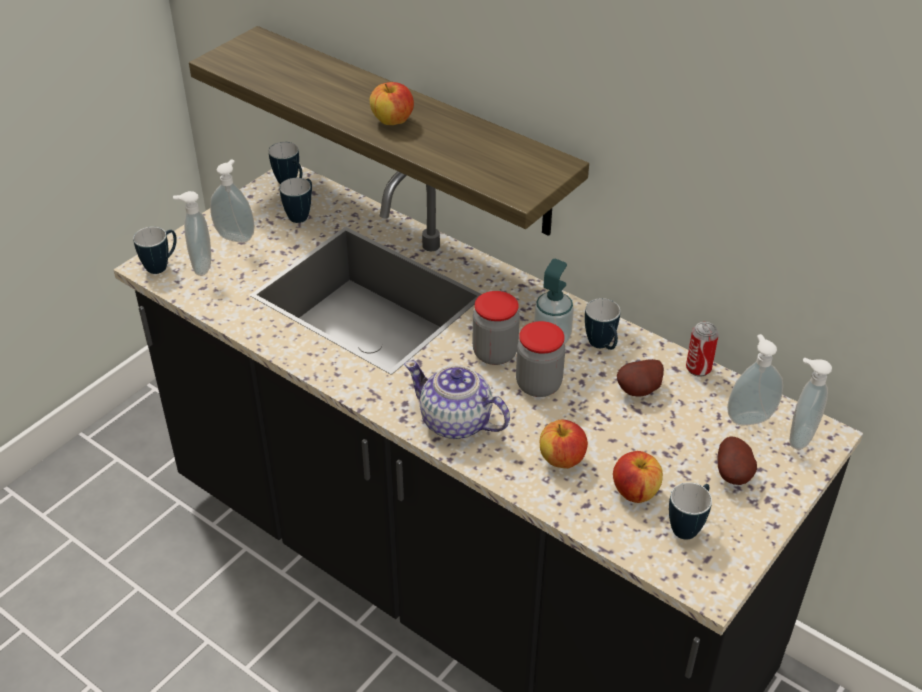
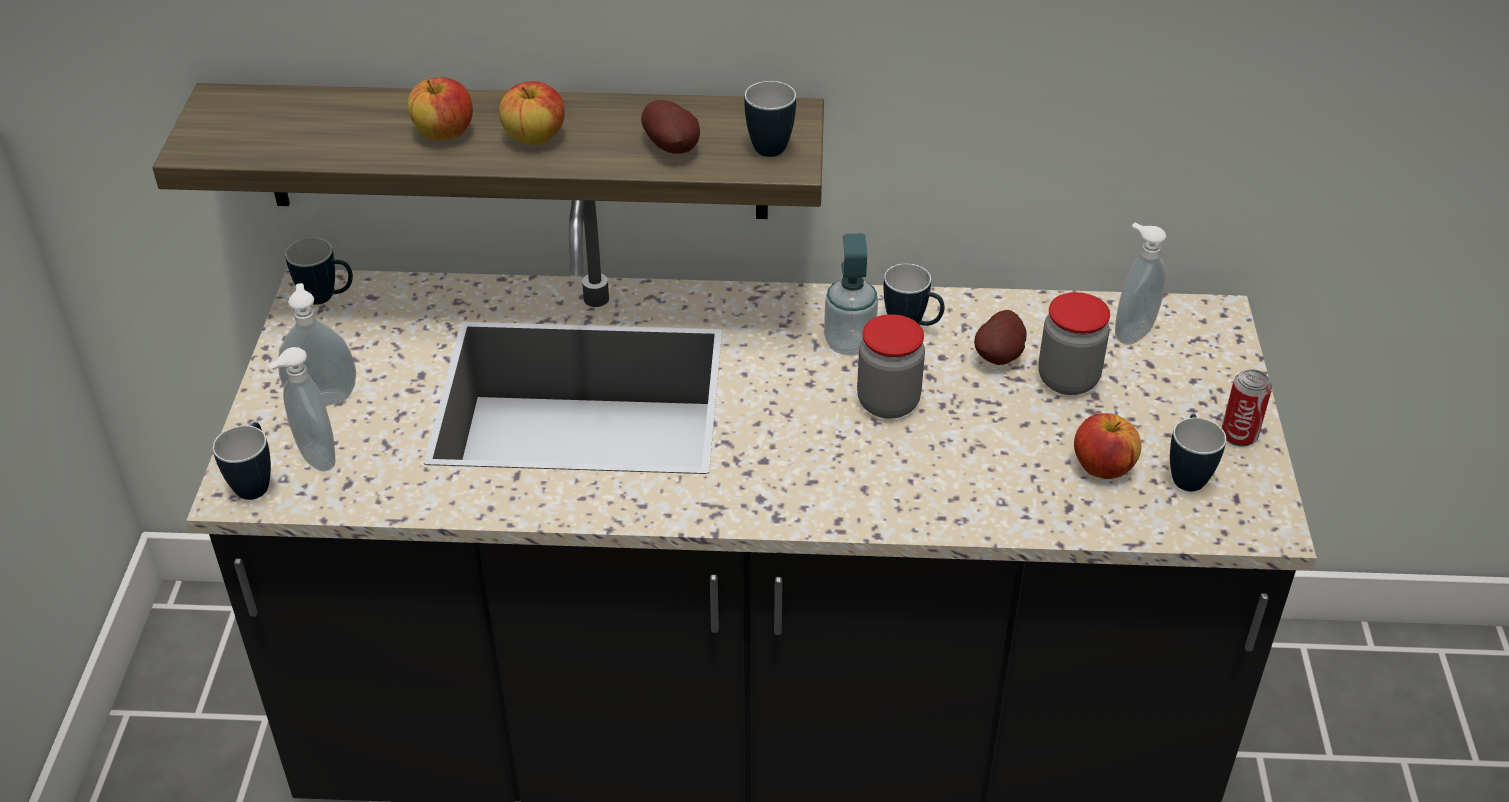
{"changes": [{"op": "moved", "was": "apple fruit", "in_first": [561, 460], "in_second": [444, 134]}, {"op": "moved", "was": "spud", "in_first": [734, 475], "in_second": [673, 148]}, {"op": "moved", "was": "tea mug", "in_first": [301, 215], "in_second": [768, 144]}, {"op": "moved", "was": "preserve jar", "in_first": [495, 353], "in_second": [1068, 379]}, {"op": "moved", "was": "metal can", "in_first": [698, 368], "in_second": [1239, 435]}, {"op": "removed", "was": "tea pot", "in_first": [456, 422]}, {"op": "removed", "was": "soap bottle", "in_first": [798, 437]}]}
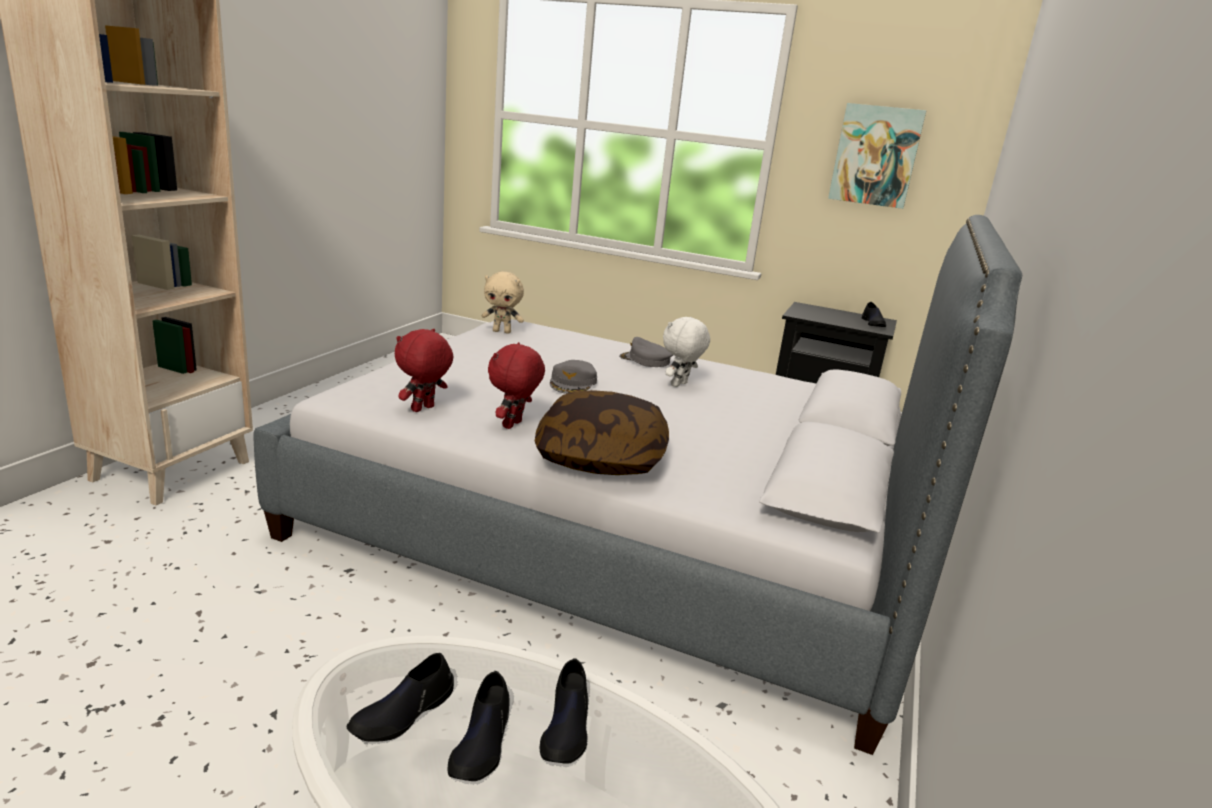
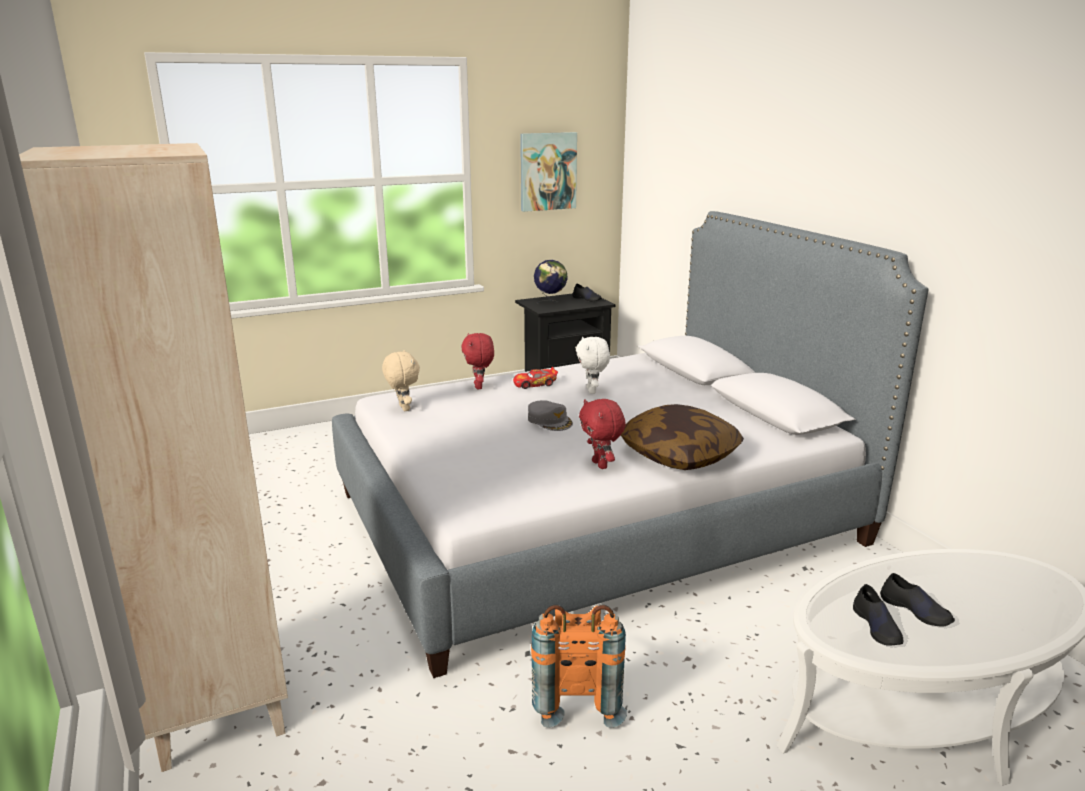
{"changes": [{"op": "turned", "was": "beige-coloured plush toy", "in_first": [502, 331], "in_second": [403, 408], "clockwise": -75}, {"op": "moved", "was": "reddish plush toy", "in_first": [423, 409], "in_second": [479, 386]}, {"op": "replaced", "was": "greyish cap", "now": "toy car", "in_first": [645, 360], "in_second": [535, 384]}, {"op": "added", "now": "orangey knapsack", "in_second": [575, 698]}, {"op": "added", "now": "world globe", "in_second": [550, 302]}, {"op": "removed", "was": "black-coloured item of footwear", "in_first": [566, 727]}]}
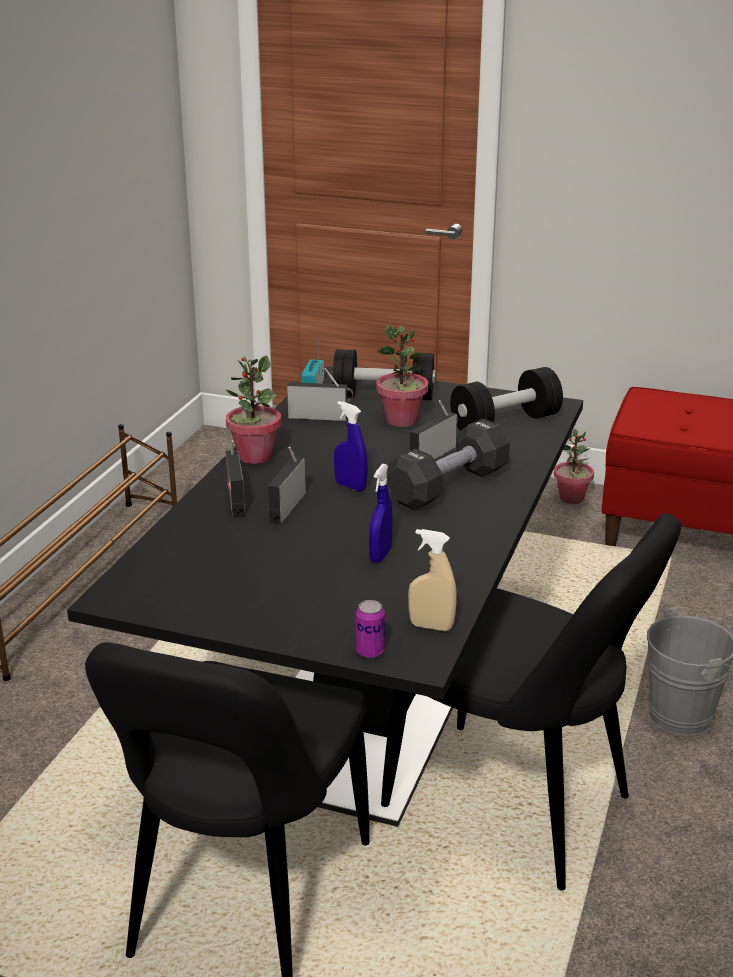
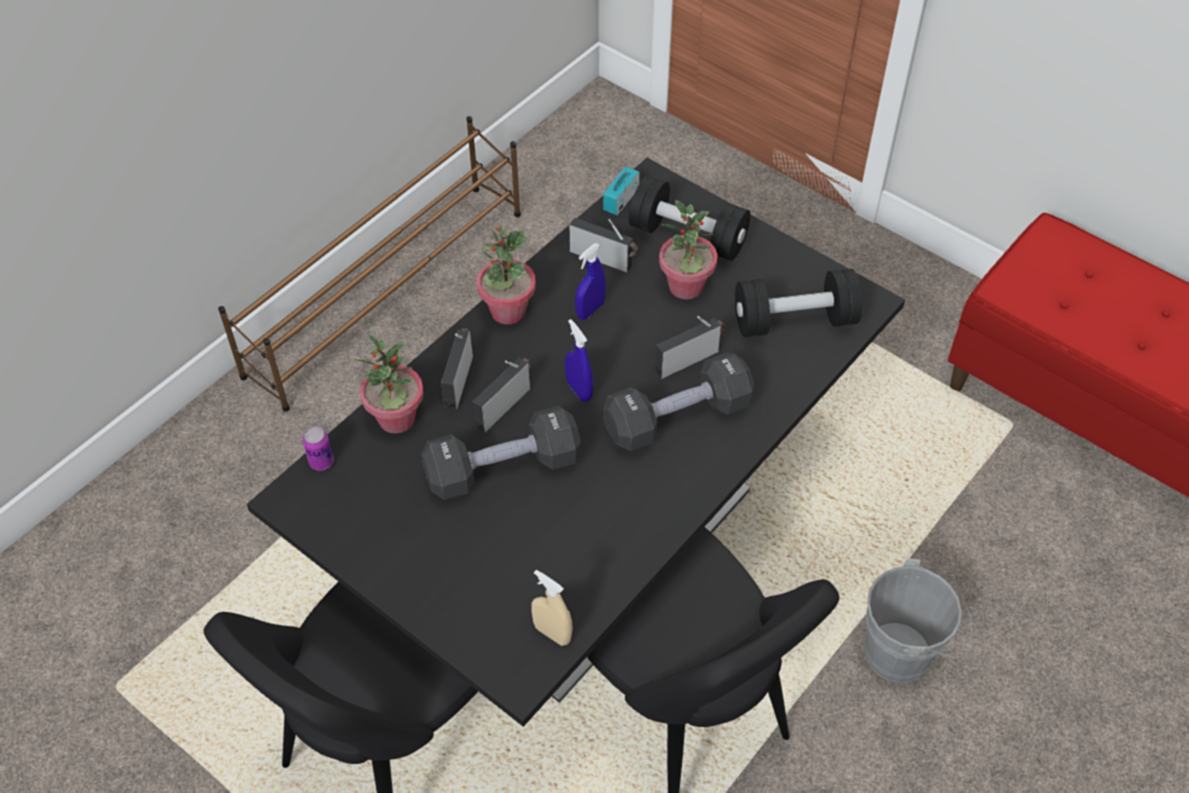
{"changes": [{"op": "moved", "was": "metal can", "in_first": [370, 651], "in_second": [321, 462]}, {"op": "moved", "was": "houseplant", "in_first": [571, 498], "in_second": [396, 419]}, {"op": "added", "now": "black-coloured hand weight", "in_second": [503, 468]}, {"op": "moved", "was": "blue-coloured sprayer", "in_first": [380, 555], "in_second": [590, 310]}]}
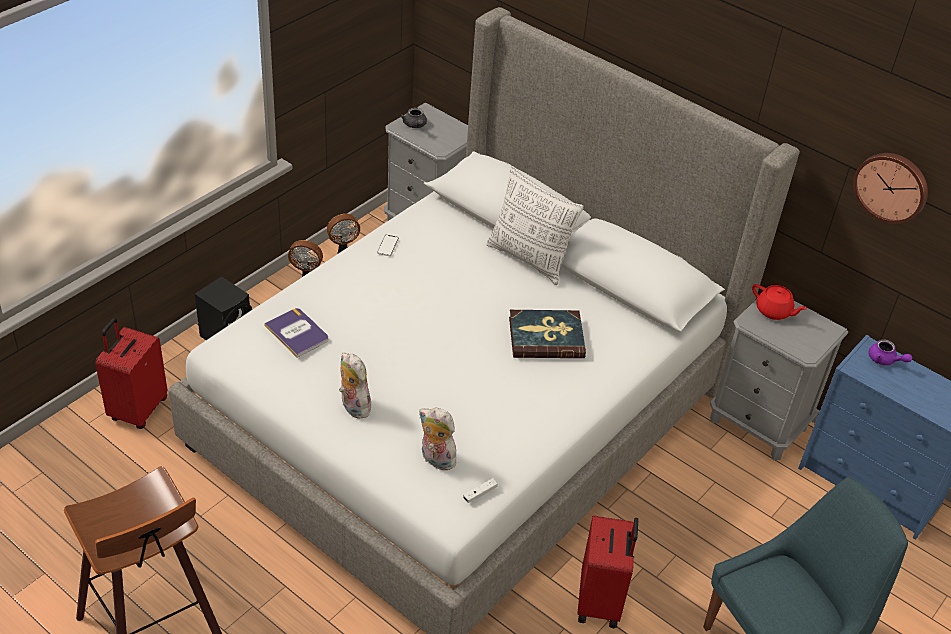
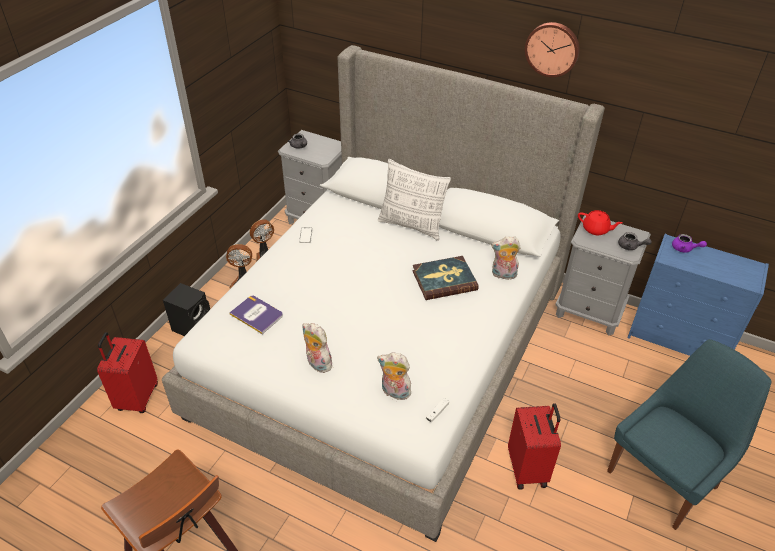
{"changes": [{"op": "added", "now": "plush toy", "in_second": [503, 275]}, {"op": "moved", "was": "wall clock", "in_first": [892, 186], "in_second": [552, 49]}, {"op": "added", "now": "greyish tea pot", "in_second": [631, 247]}]}
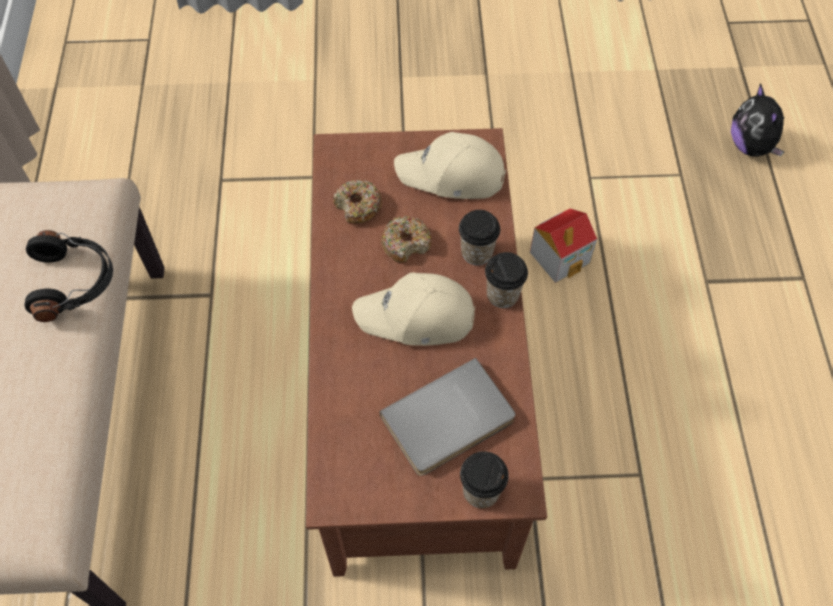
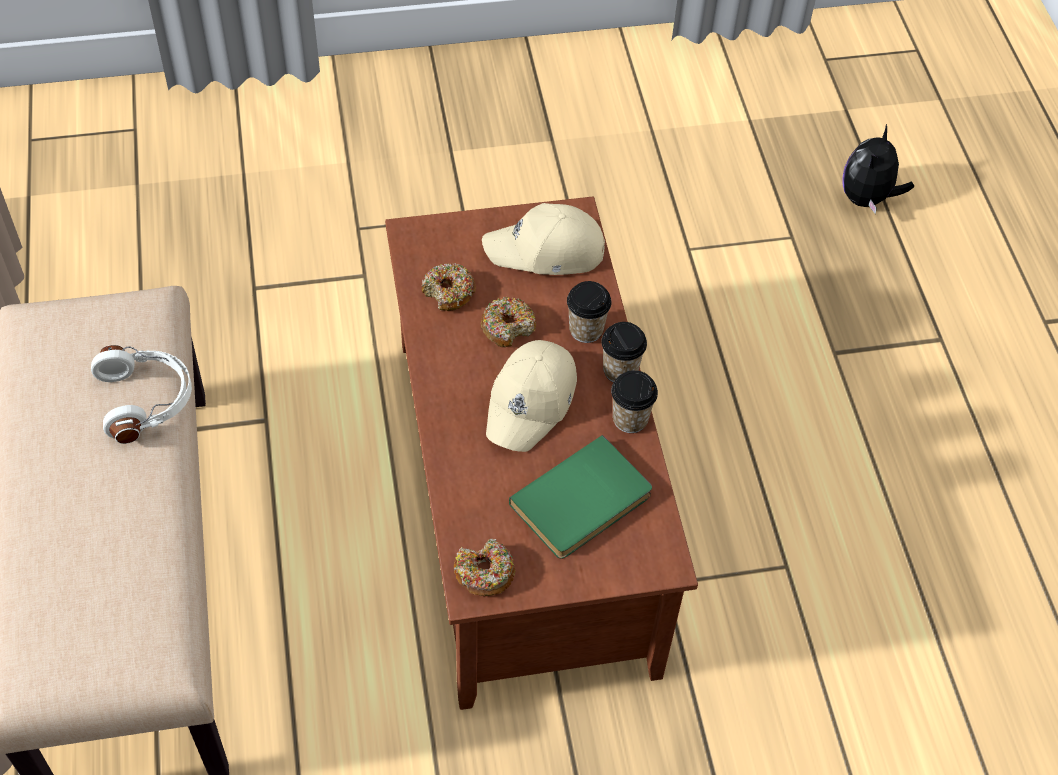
{"changes": [{"op": "recoloured", "was": "black-coloured headphones", "now": "whitish headphones", "in_first": [74, 282], "in_second": [147, 400]}, {"op": "added", "now": "doughnut", "in_second": [484, 573]}, {"op": "turned", "was": "beige-coloured cap", "in_first": [417, 317], "in_second": [532, 402], "clockwise": -60}, {"op": "recoloured", "was": "greyish volume", "now": "greenish volume", "in_first": [450, 422], "in_second": [584, 503]}, {"op": "moved", "was": "small cup", "in_first": [481, 491], "in_second": [630, 419]}, {"op": "turned", "was": "plush toy", "in_first": [751, 146], "in_second": [867, 198], "clockwise": 45}, {"op": "removed", "was": "miniature house", "in_first": [560, 257]}]}
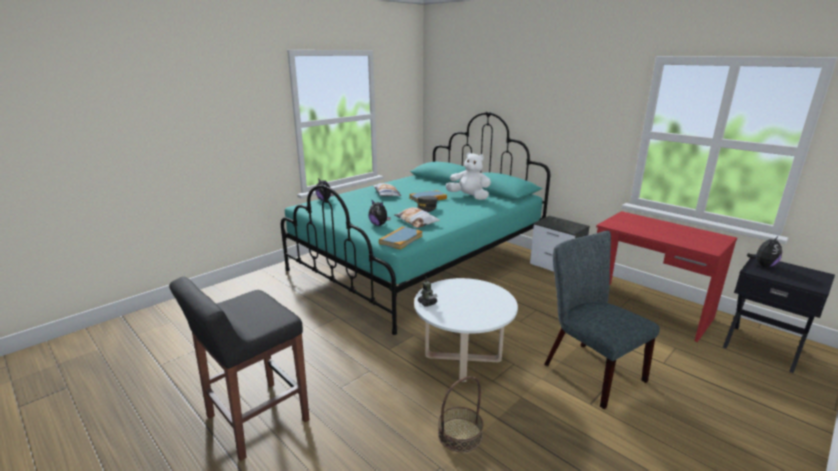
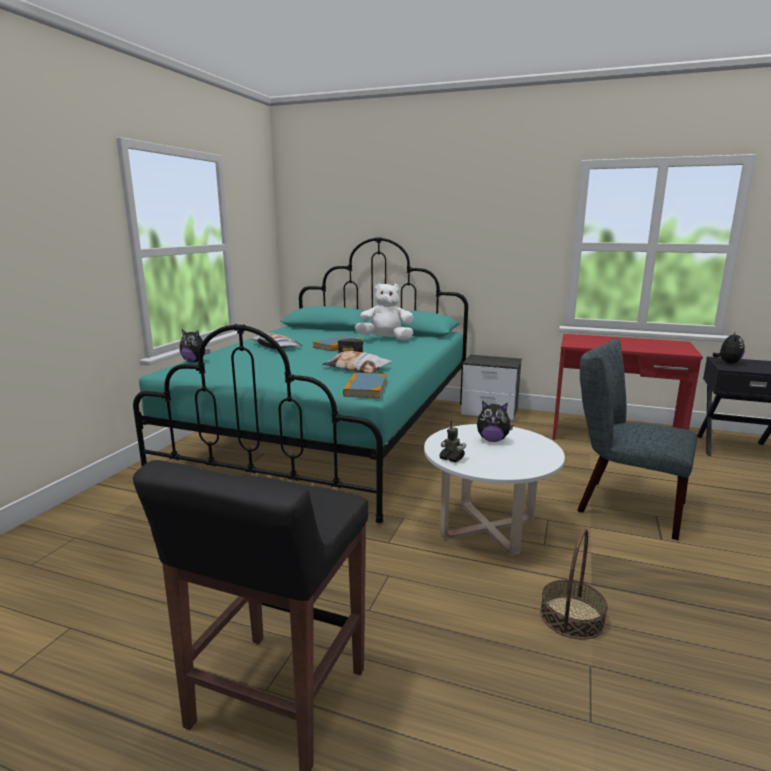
{"changes": [{"op": "moved", "was": "plush toy", "in_first": [379, 224], "in_second": [492, 440]}]}
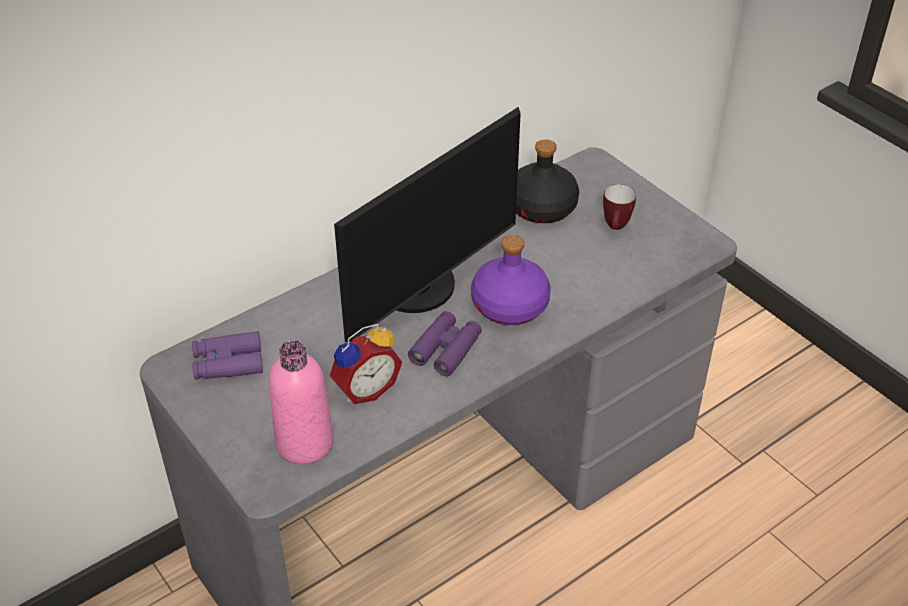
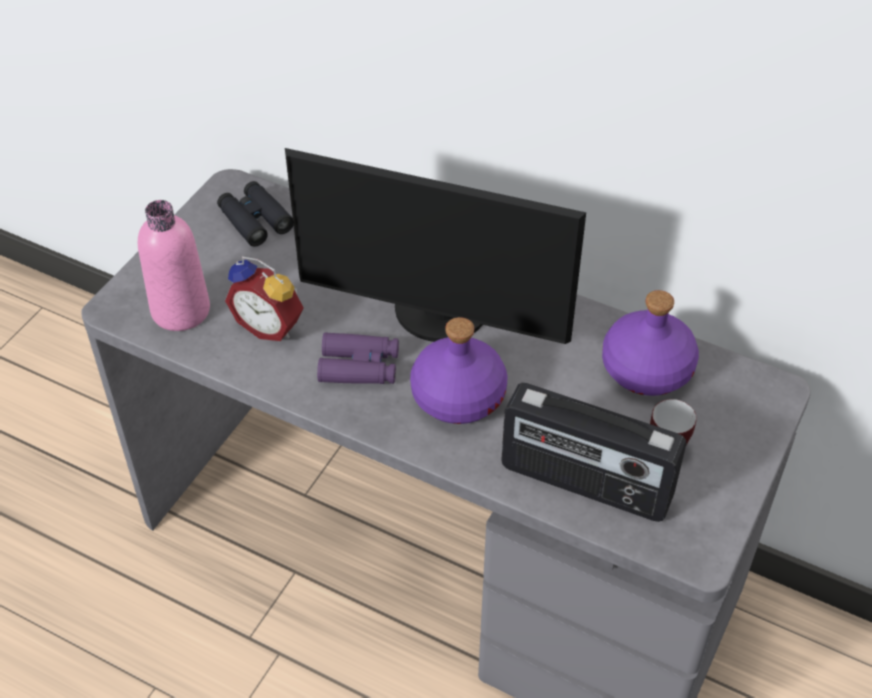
{"changes": [{"op": "recoloured", "was": "purplish binoculars", "now": "black-coloured binoculars", "in_first": [228, 363], "in_second": [255, 220]}, {"op": "added", "now": "radio receiver", "in_second": [585, 484]}, {"op": "recoloured", "was": "black-coloured bottle", "now": "purplish bottle", "in_first": [541, 208], "in_second": [645, 368]}]}
